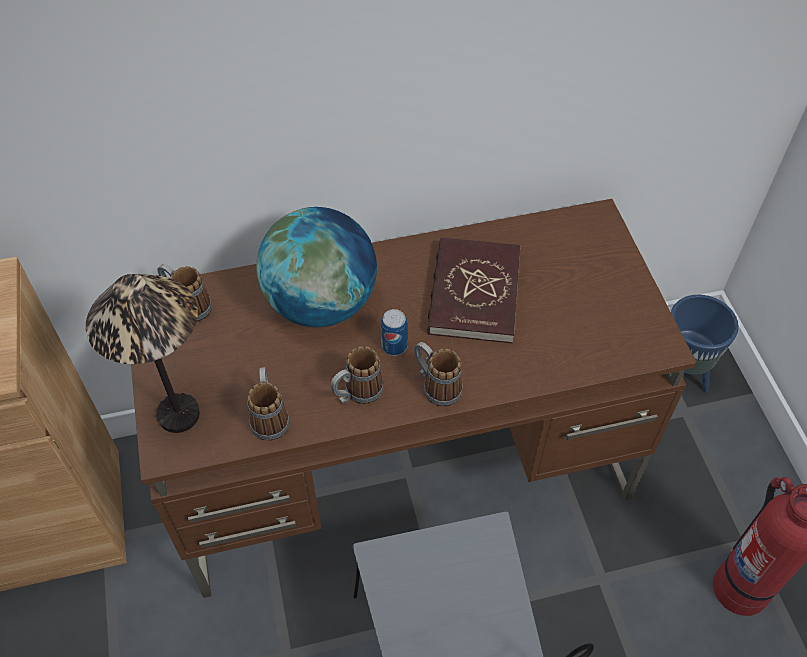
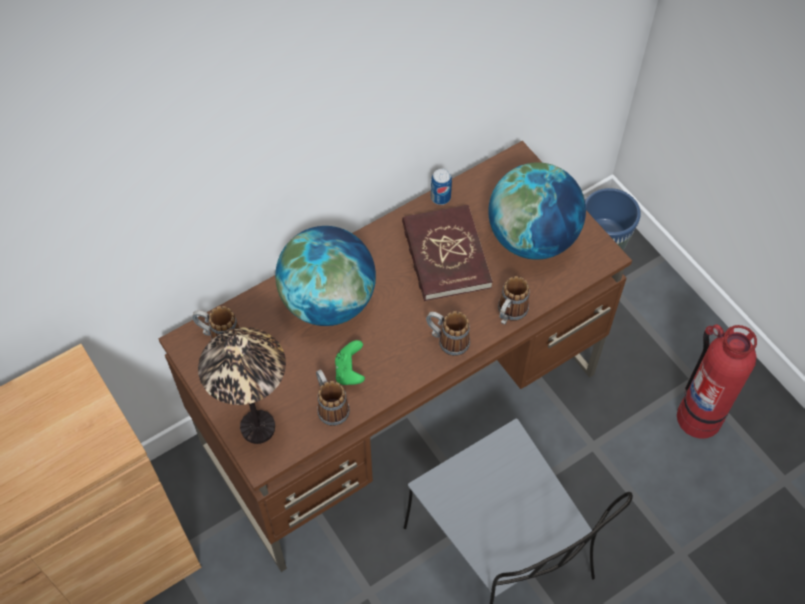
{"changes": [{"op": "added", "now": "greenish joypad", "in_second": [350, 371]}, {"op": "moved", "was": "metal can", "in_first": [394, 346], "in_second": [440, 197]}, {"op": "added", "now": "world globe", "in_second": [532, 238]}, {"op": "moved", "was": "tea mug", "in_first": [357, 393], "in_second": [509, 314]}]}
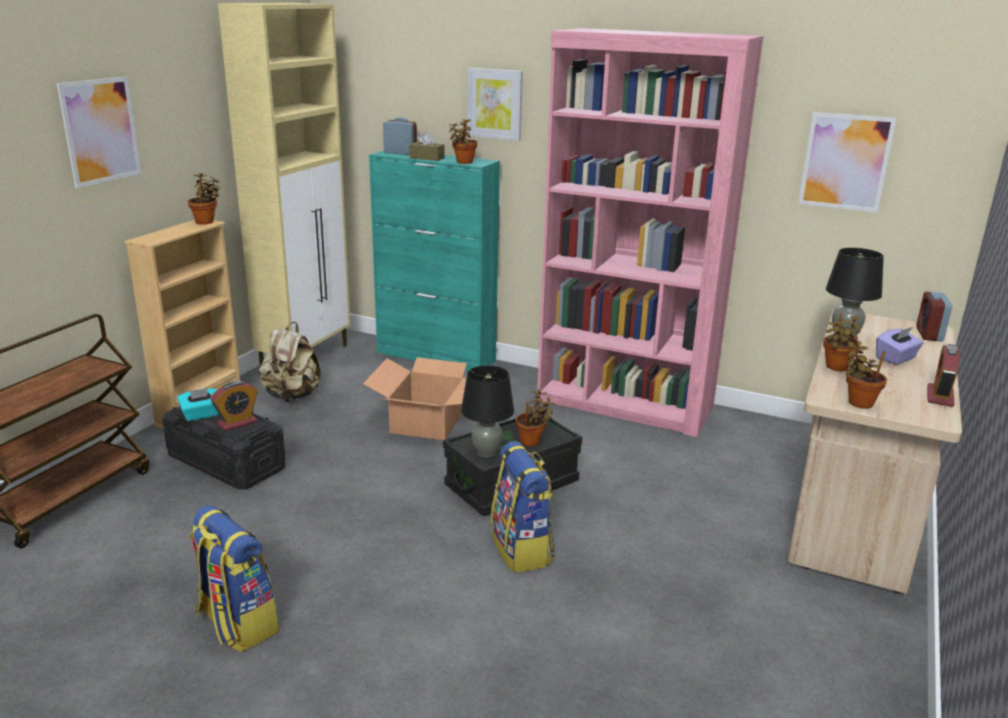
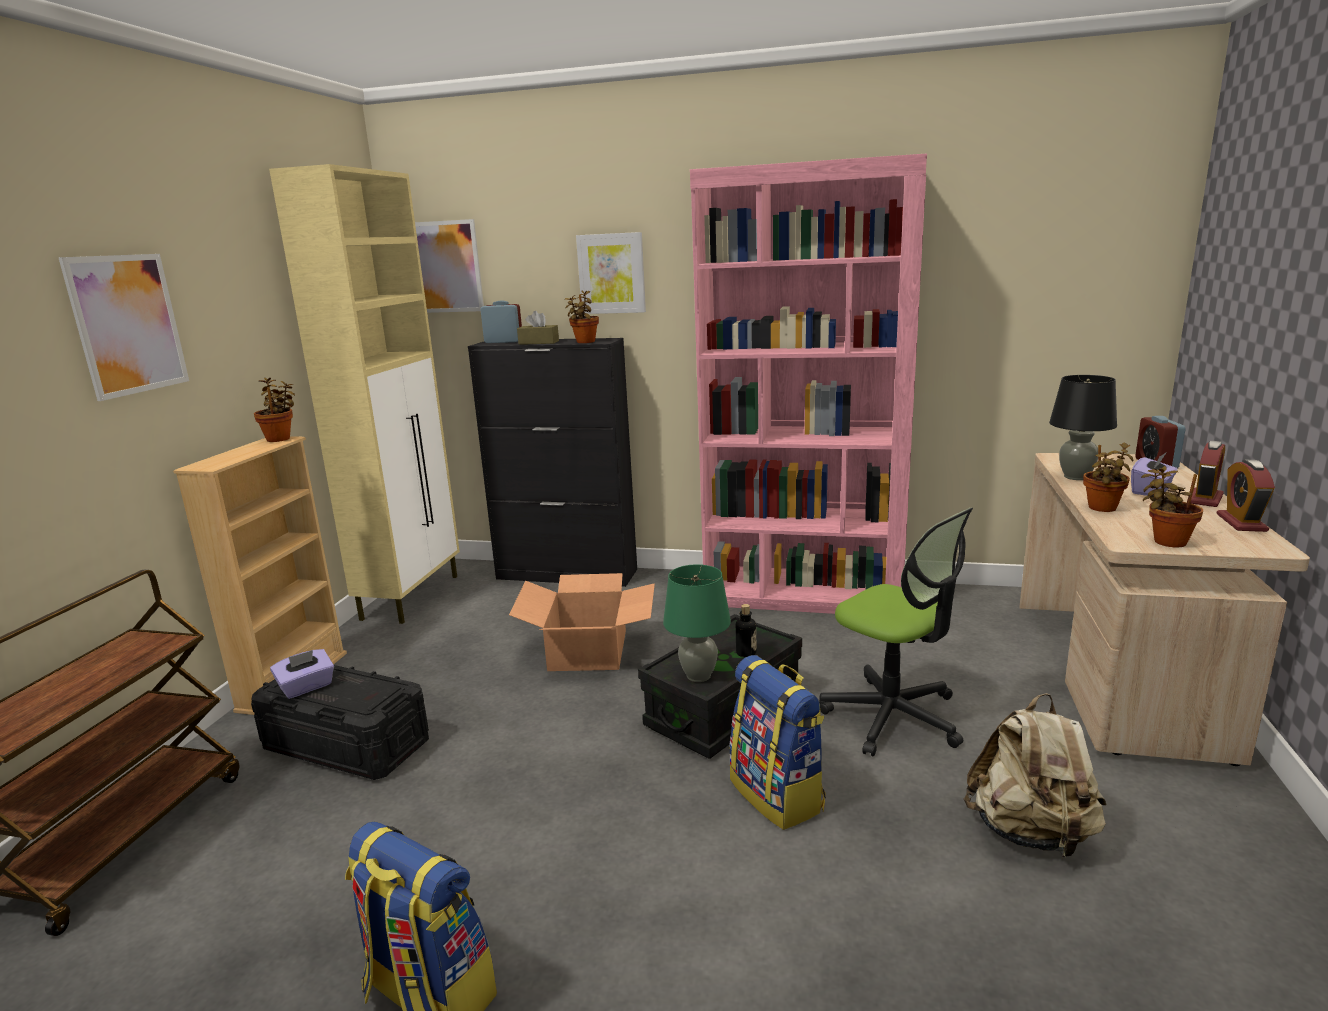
{"changes": [{"op": "recoloured", "was": "turquoise-coloured box of tissues", "now": "purplish box of tissues", "in_first": [201, 415], "in_second": [307, 687]}, {"op": "moved", "was": "wall picture", "in_first": [845, 162], "in_second": [445, 267]}, {"op": "recoloured", "was": "turquoise-coloured cupboard", "now": "black-coloured cupboard", "in_first": [436, 357], "in_second": [567, 574]}, {"op": "recoloured", "was": "black-coloured tabletop lamp", "now": "greenish tabletop lamp", "in_first": [487, 452], "in_second": [699, 676]}, {"op": "replaced", "was": "houseplant", "now": "bottle", "in_first": [532, 441], "in_second": [746, 653]}, {"op": "added", "now": "office chair", "in_second": [893, 717]}, {"op": "moved", "was": "beige-coloured knapsack", "in_first": [292, 396], "in_second": [1030, 833]}, {"op": "moved", "was": "table clock", "in_first": [237, 423], "in_second": [1205, 499]}]}
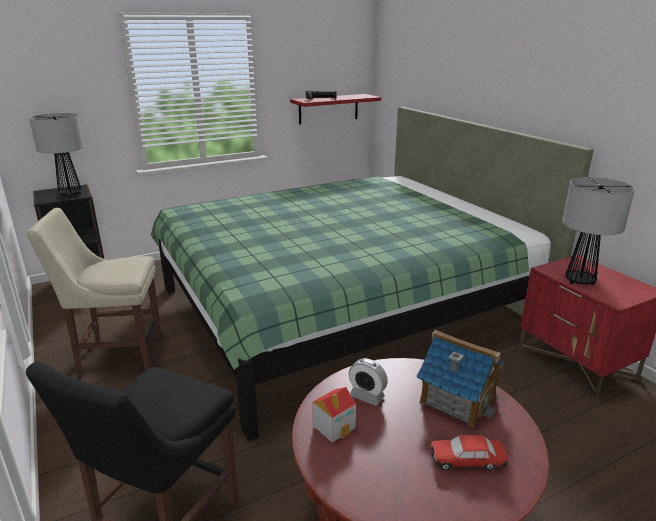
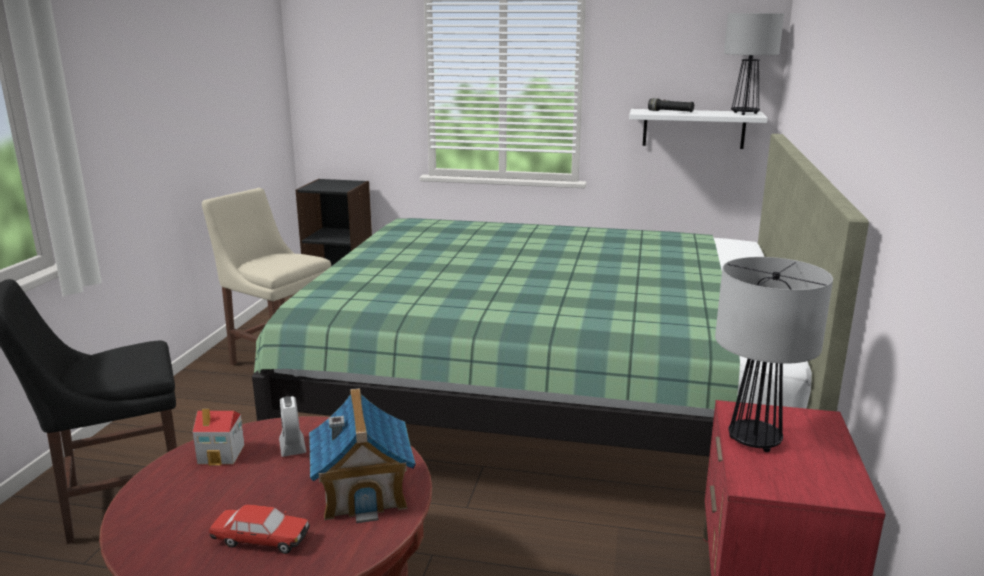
{"changes": [{"op": "turned", "was": "toy car", "in_first": [467, 460], "in_second": [261, 539], "clockwise": 150}, {"op": "recoloured", "was": "reddish bracket shelf", "now": "whitish bracket shelf", "in_first": [328, 109], "in_second": [693, 128]}, {"op": "moved", "was": "tabletop lamp", "in_first": [70, 195], "in_second": [745, 113]}]}
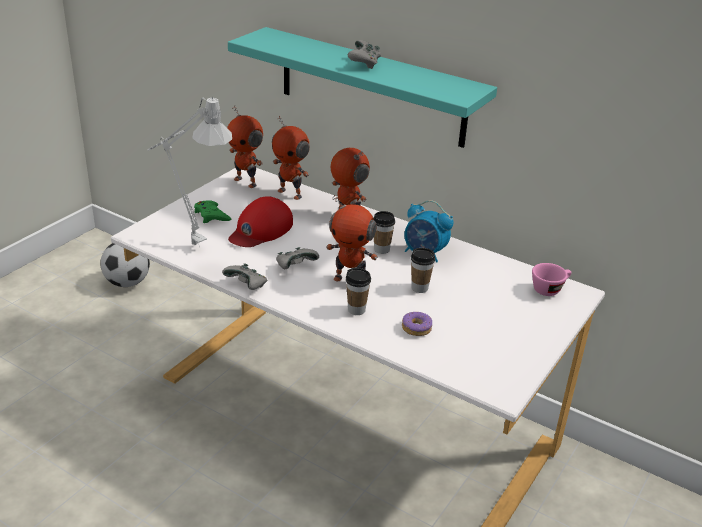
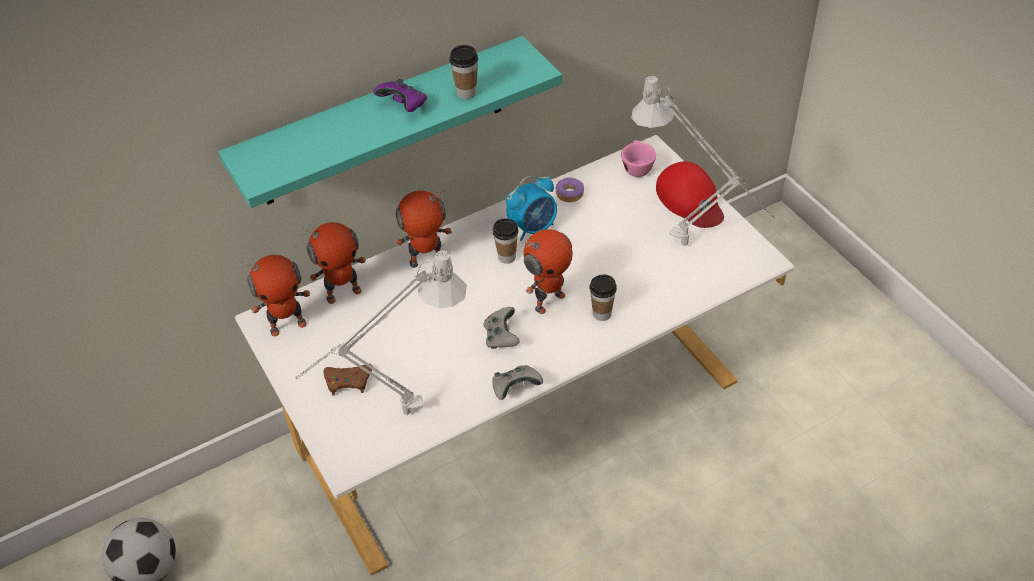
{"changes": [{"op": "recoloured", "was": "greenish joypad", "now": "brown-coloured joypad", "in_first": [211, 215], "in_second": [348, 381]}, {"op": "recoloured", "was": "greyish joypad", "now": "purplish joypad", "in_first": [364, 64], "in_second": [404, 106]}, {"op": "moved", "was": "small cup", "in_first": [419, 288], "in_second": [466, 93]}, {"op": "moved", "was": "doughnut", "in_first": [416, 328], "in_second": [569, 193]}, {"op": "added", "now": "greyish tabletop lamp", "in_second": [693, 249]}, {"op": "moved", "was": "reddish cap", "in_first": [260, 230], "in_second": [690, 200]}]}
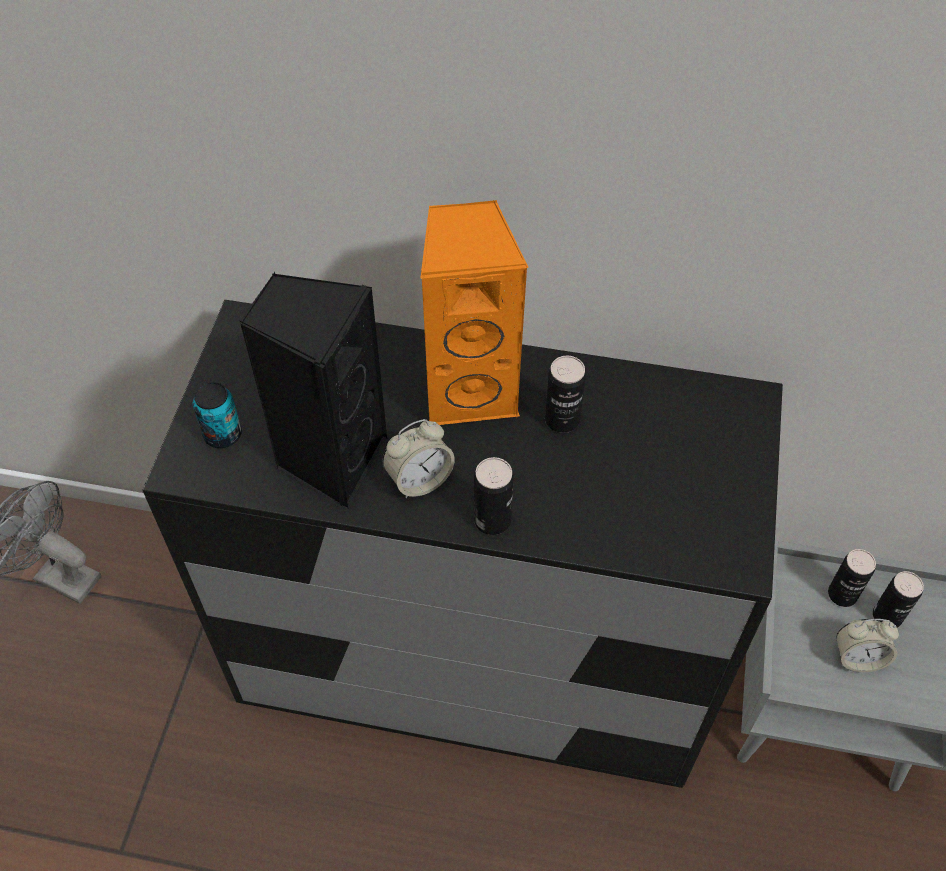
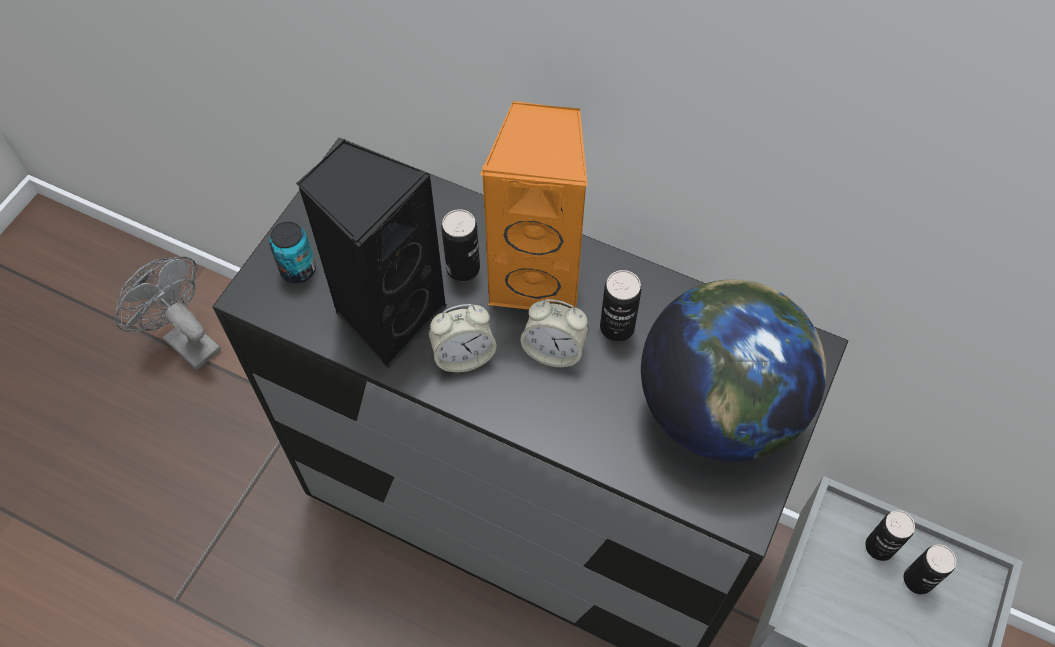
{"changes": [{"op": "moved", "was": "metal can", "in_first": [492, 520], "in_second": [463, 268]}, {"op": "moved", "was": "table clock", "in_first": [858, 657], "in_second": [554, 350]}, {"op": "added", "now": "world globe", "in_second": [718, 408]}]}
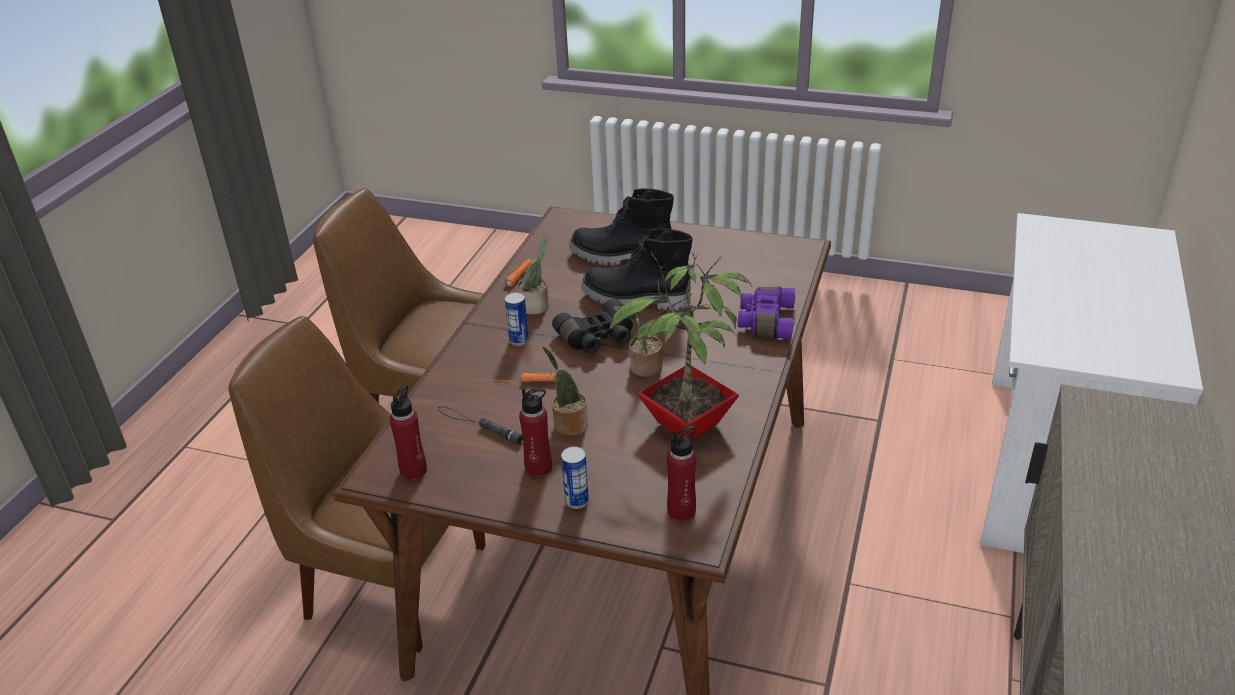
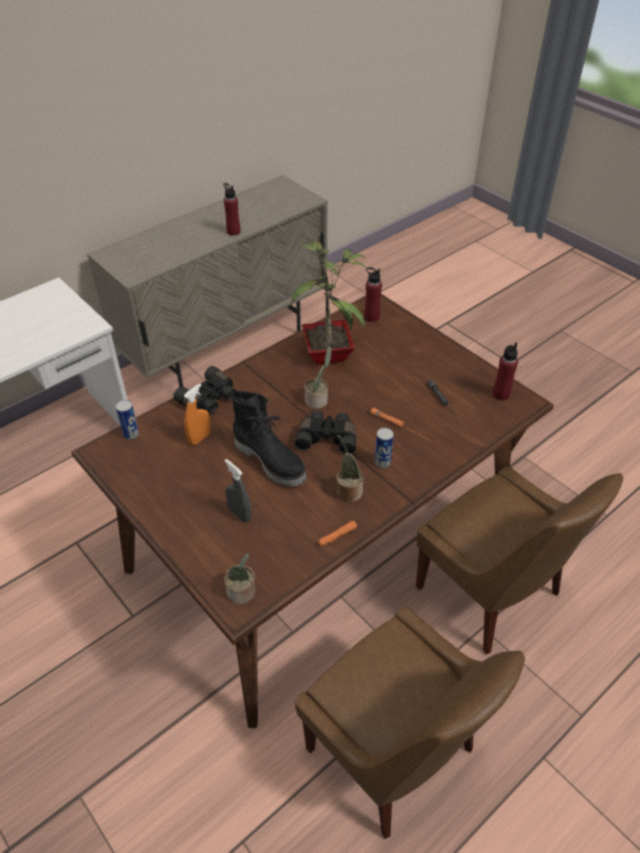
{"changes": [{"op": "moved", "was": "metal can", "in_first": [577, 501], "in_second": [131, 434]}, {"op": "recoloured", "was": "purplish binoculars", "now": "black-coloured binoculars", "in_first": [765, 322], "in_second": [210, 399]}, {"op": "added", "now": "orangey sprayer", "in_second": [199, 438]}, {"op": "moved", "was": "reddish bottle", "in_first": [538, 468], "in_second": [233, 232]}, {"op": "moved", "was": "houseplant", "in_first": [568, 425], "in_second": [242, 593]}, {"op": "replaced", "was": "black-coloured high-top boot", "now": "greyish sprayer", "in_first": [620, 257], "in_second": [239, 514]}]}
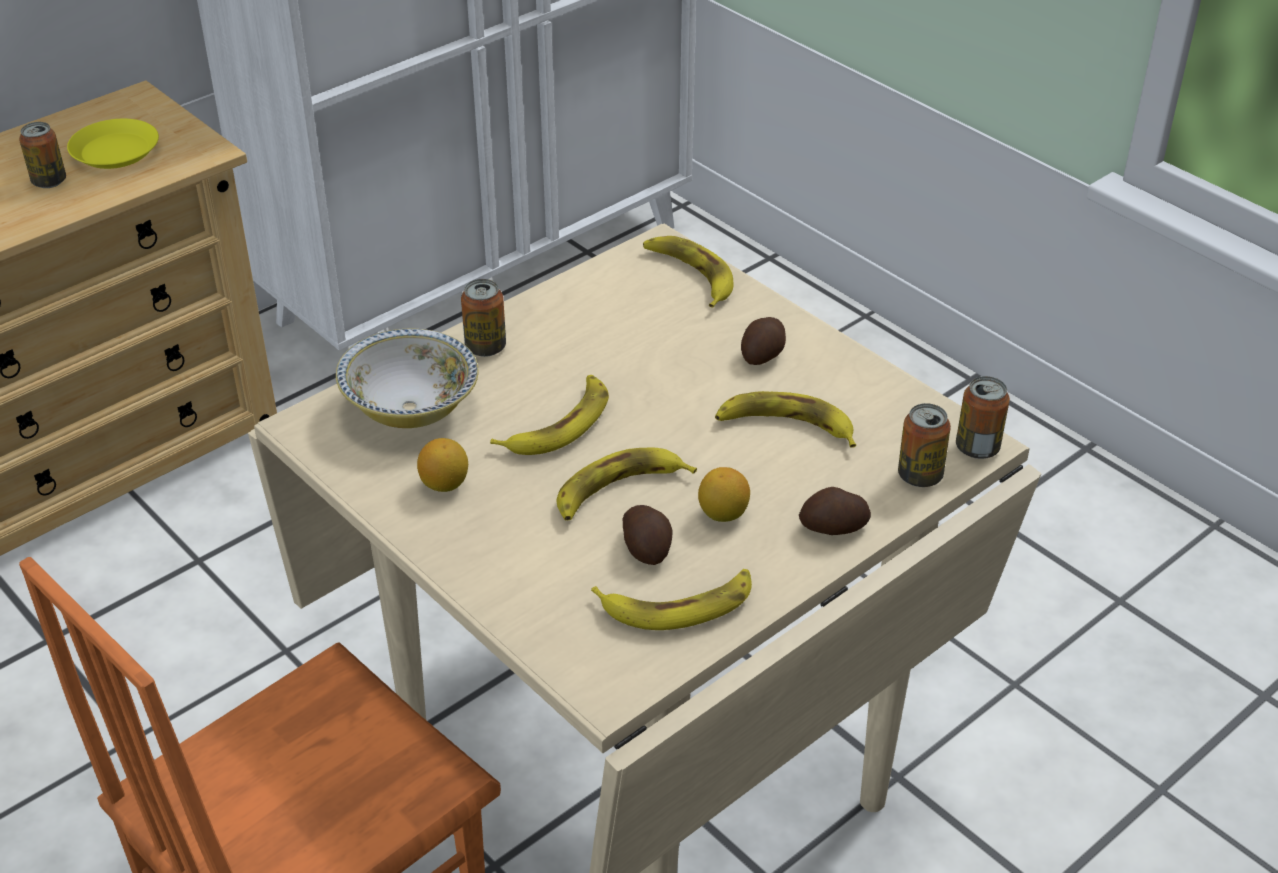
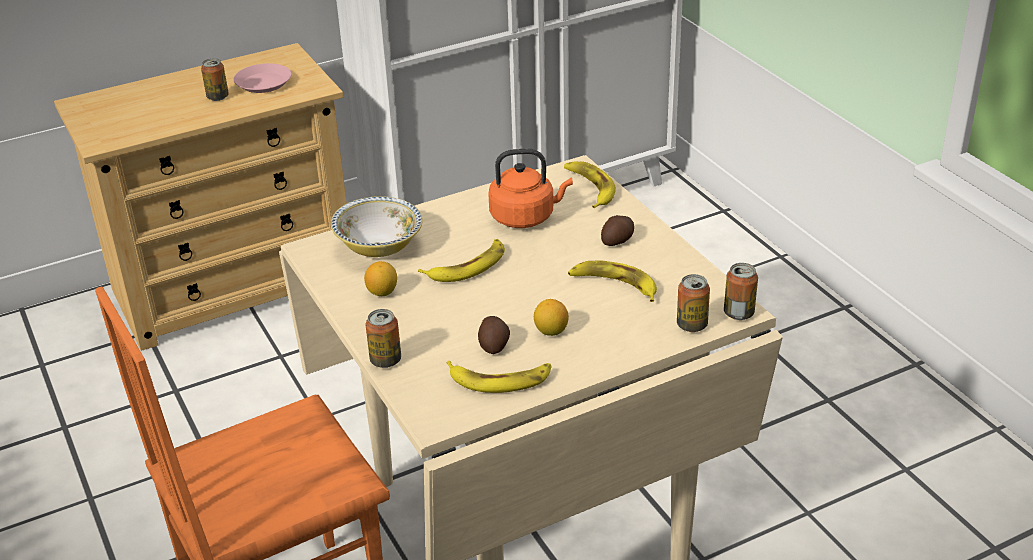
{"changes": [{"op": "recoloured", "was": "yellowish dinner plate", "now": "pink-coloured dinner plate", "in_first": [115, 151], "in_second": [263, 83]}, {"op": "moved", "was": "metal can", "in_first": [485, 347], "in_second": [385, 360]}, {"op": "added", "now": "orangey kettle", "in_second": [526, 217]}, {"op": "removed", "was": "banana fruit", "in_first": [618, 491]}, {"op": "removed", "was": "spud", "in_first": [834, 528]}]}
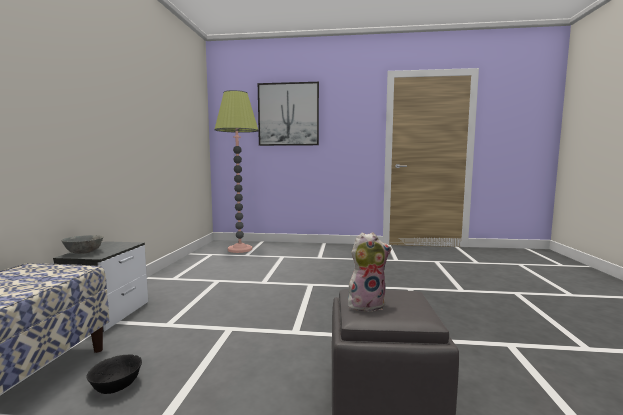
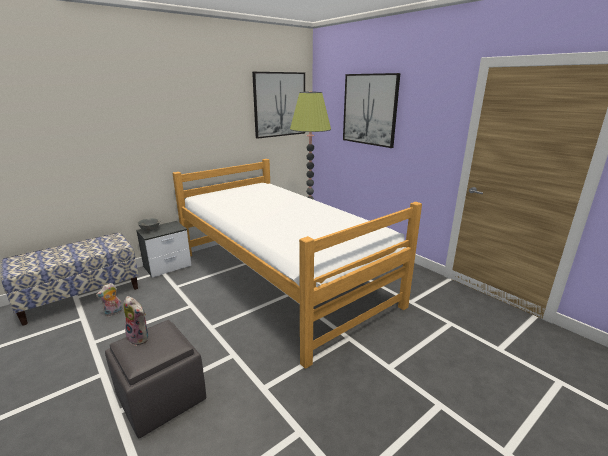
{"changes": [{"op": "replaced", "was": "black-coloured bowl", "now": "plush toy", "in_first": [116, 387], "in_second": [113, 313]}, {"op": "added", "now": "sleeping bed", "in_second": [282, 278]}, {"op": "added", "now": "wall picture", "in_second": [279, 104]}]}
